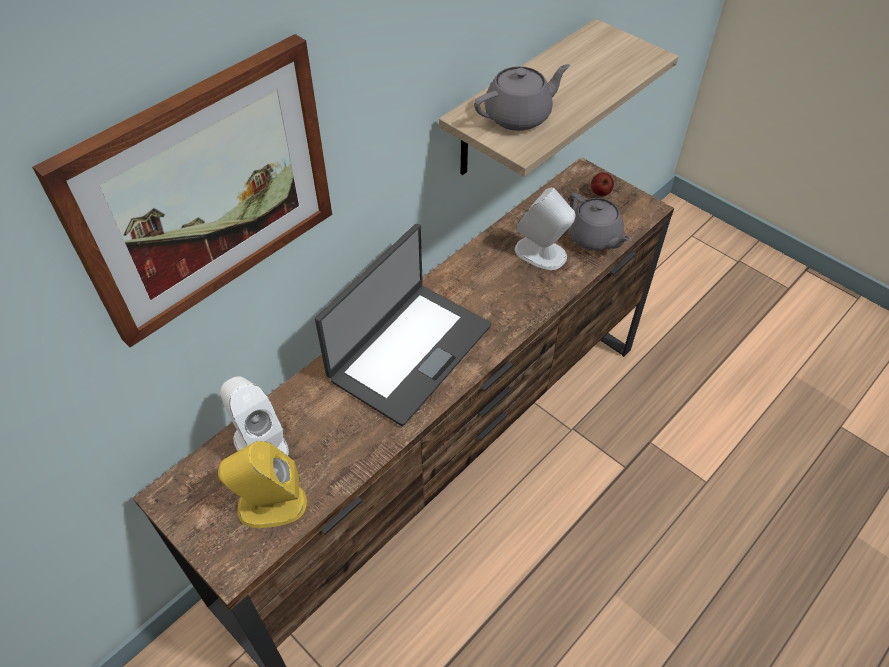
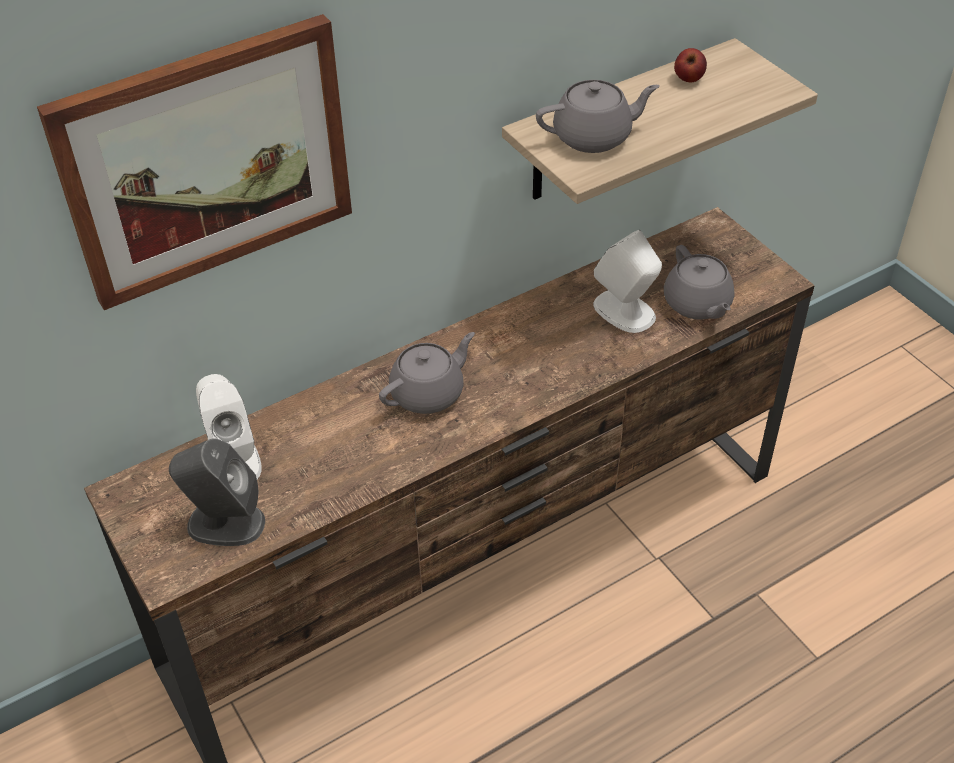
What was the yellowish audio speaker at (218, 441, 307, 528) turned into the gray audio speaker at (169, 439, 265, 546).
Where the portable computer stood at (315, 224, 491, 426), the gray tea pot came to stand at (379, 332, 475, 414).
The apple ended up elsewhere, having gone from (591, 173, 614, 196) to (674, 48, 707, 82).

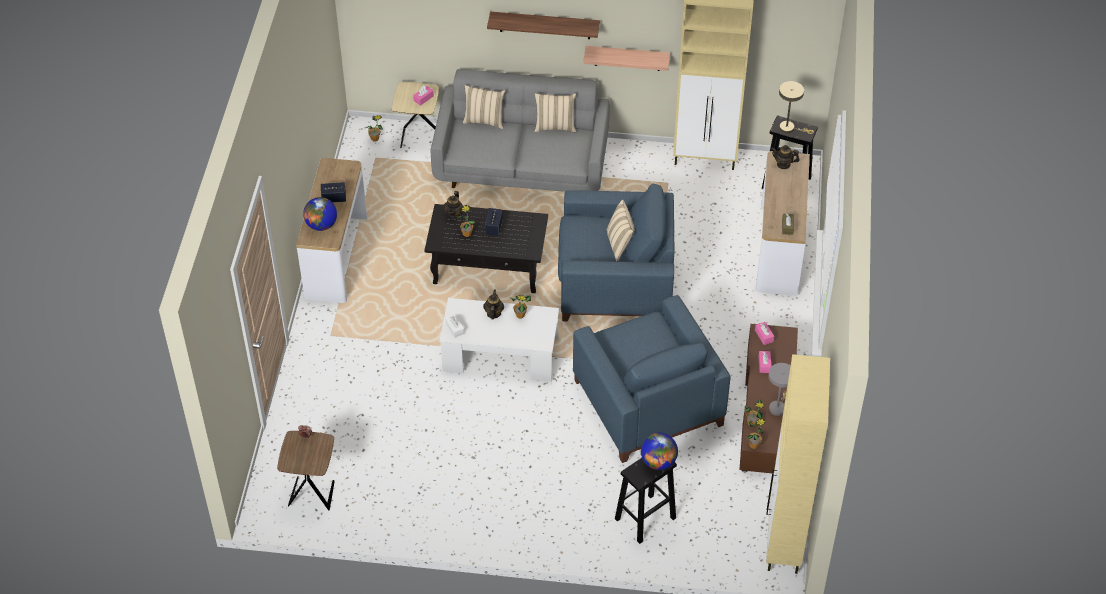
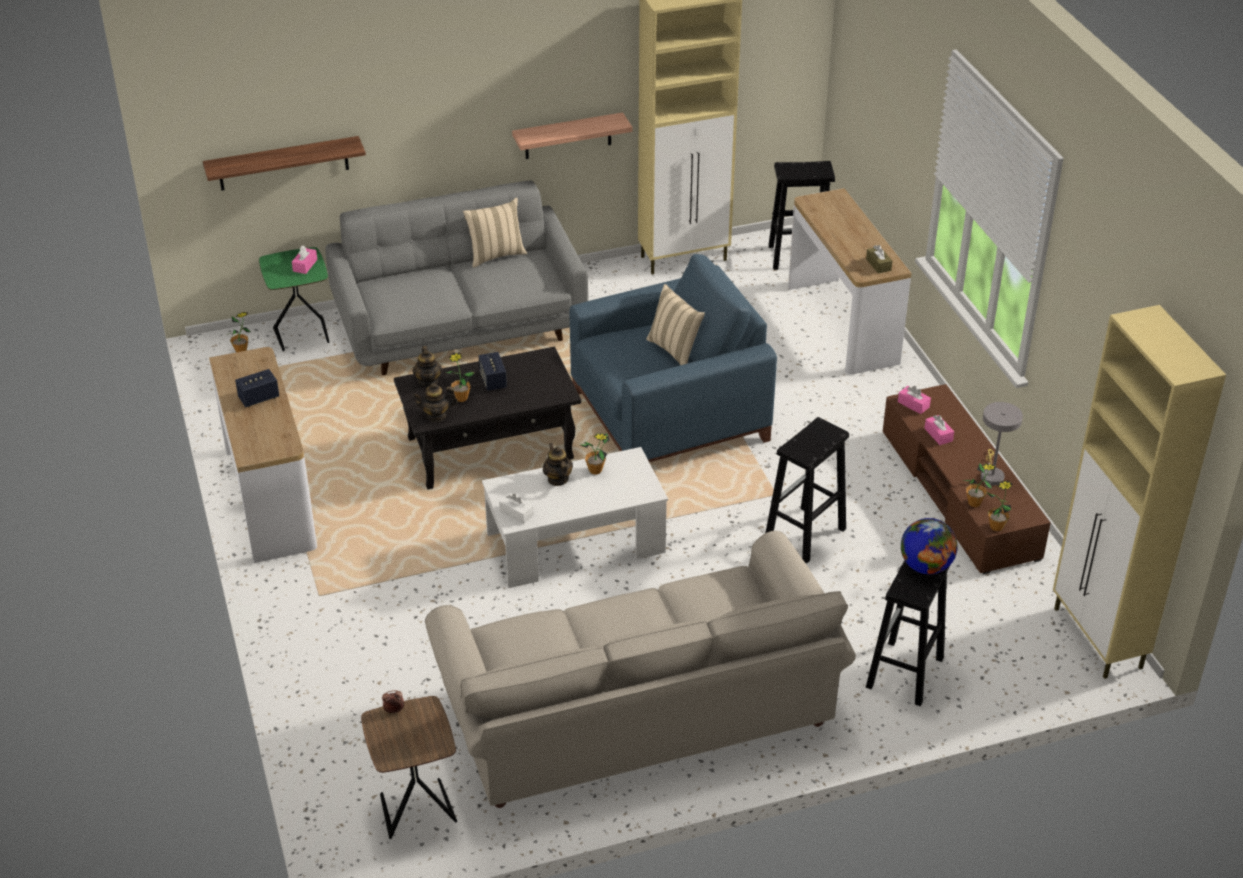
The second view lost the globe at (303, 197, 337, 231).
What was the beige end table at (392, 82, 439, 148) turned into the green-coloured end table at (259, 247, 330, 352).
The second view lost the beige throw pillow at (462, 85, 505, 129).
The wall shelf ended up elsewhere, having gone from (487, 12, 600, 39) to (203, 136, 366, 191).
Where the blue-coloured armchair stood at (573, 295, 731, 463), the blackish sitting stool came to stand at (765, 417, 849, 563).
The tea pot ended up elsewhere, having gone from (771, 145, 800, 169) to (412, 383, 458, 422).
The second view lost the beige table lamp at (779, 81, 814, 134).
The second view gained the beige couch at (425, 531, 856, 808).

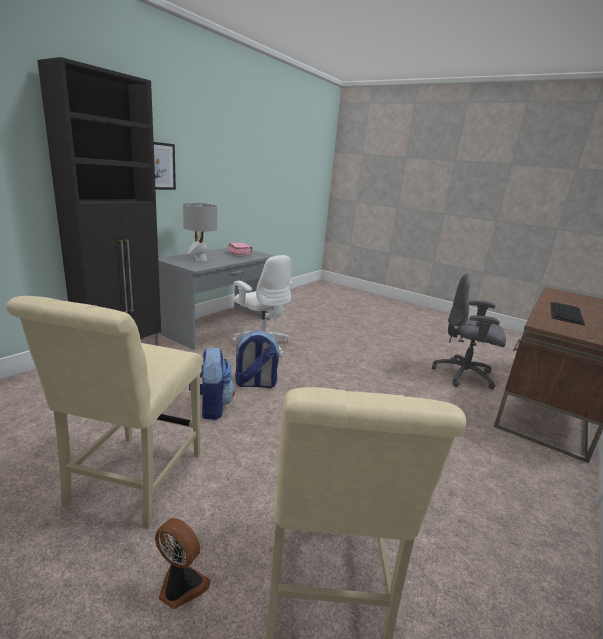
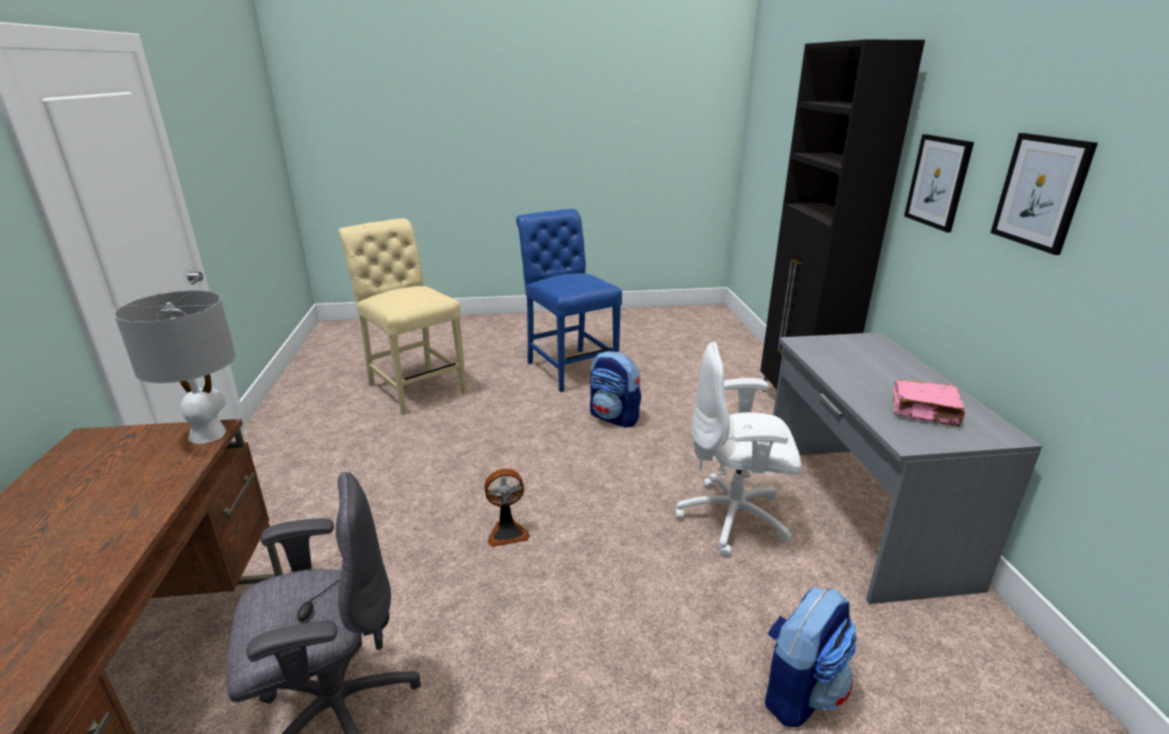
What was the beige upright chair at (6, 296, 202, 529) turned into the blue-coloured upright chair at (516, 209, 622, 392).
The fan ended up elsewhere, having gone from (155, 518, 210, 609) to (484, 469, 530, 547).
The gray table lamp ended up elsewhere, having gone from (183, 203, 218, 261) to (114, 290, 236, 444).
The knapsack ended up elsewhere, having gone from (235, 330, 279, 388) to (765, 587, 857, 728).
The second view lost the PC keyboard at (550, 302, 585, 326).
The second view gained the picture at (990, 133, 1098, 255).

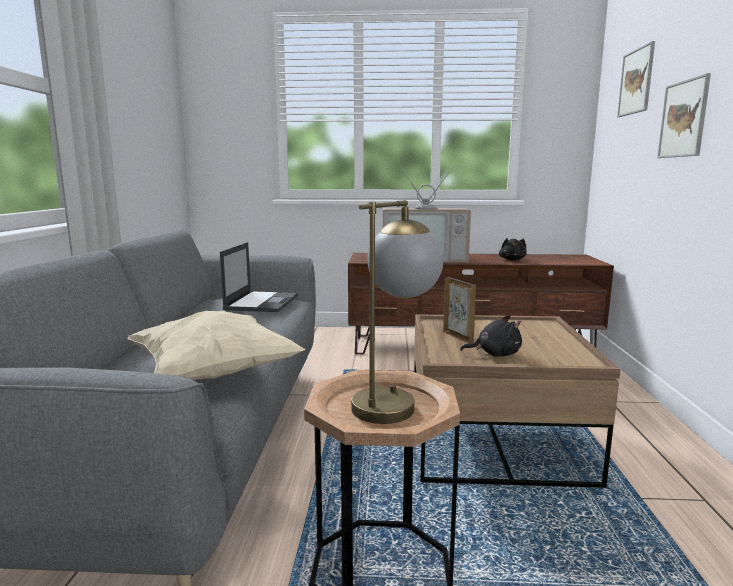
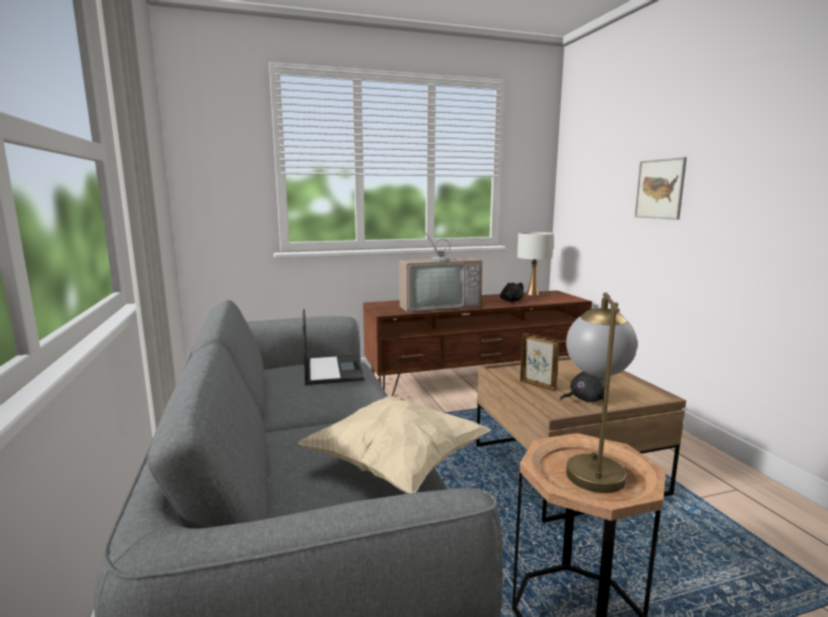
The second view lost the picture at (617, 41, 655, 117).
The second view gained the whitish table lamp at (517, 232, 554, 295).

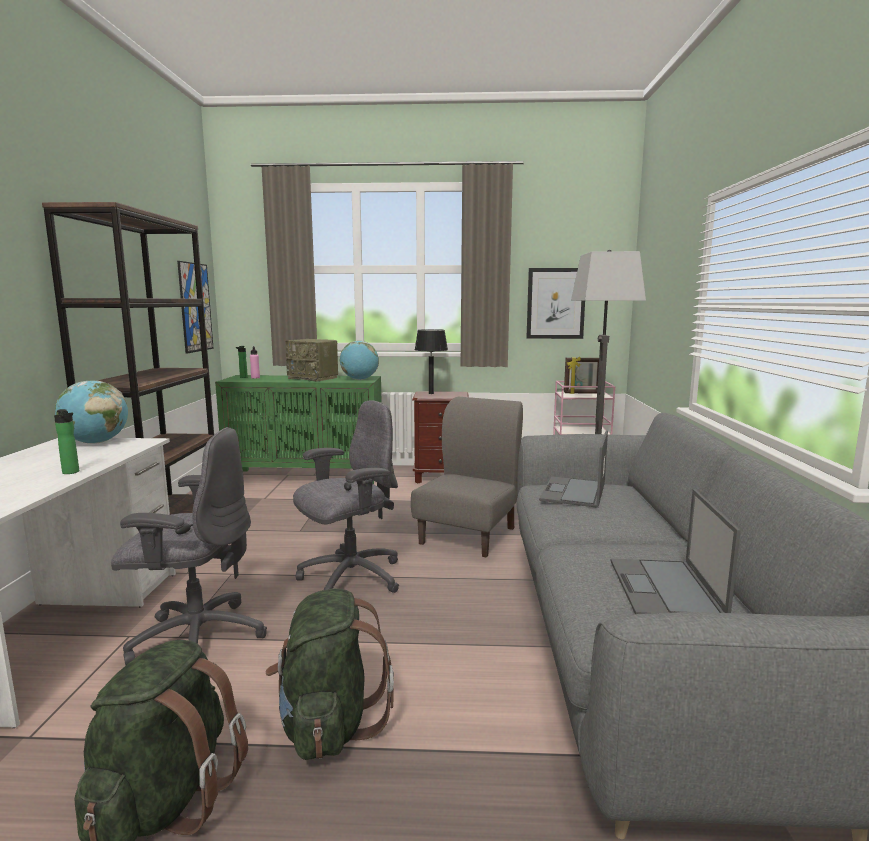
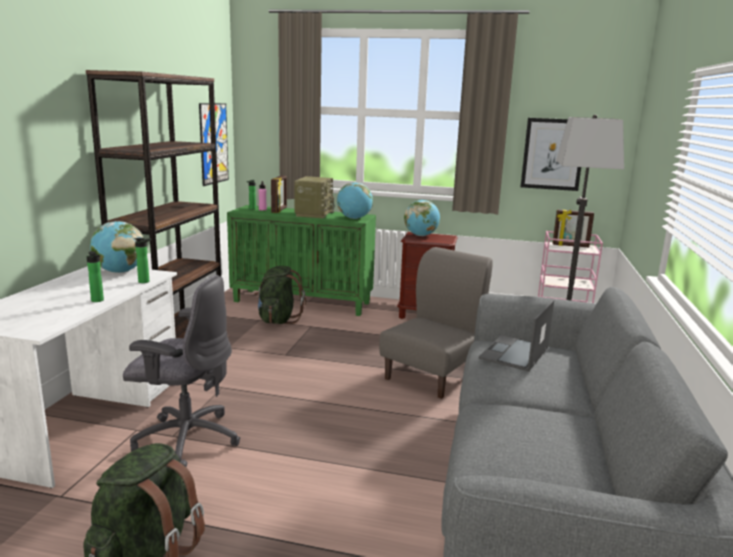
The green-coloured knapsack ended up elsewhere, having gone from (266, 589, 394, 760) to (254, 266, 306, 324).
The radio at (285, 339, 338, 382) ended up facing another way, 120 degrees counterclockwise from before.
The second view lost the gray office chair at (293, 400, 399, 593).
Where the blackish table lamp stood at (415, 329, 448, 394), the globe came to stand at (404, 200, 440, 236).
The second view lost the portable computer at (611, 489, 741, 614).
The second view gained the bottle at (134, 238, 151, 283).
The second view gained the picture frame at (271, 176, 287, 213).

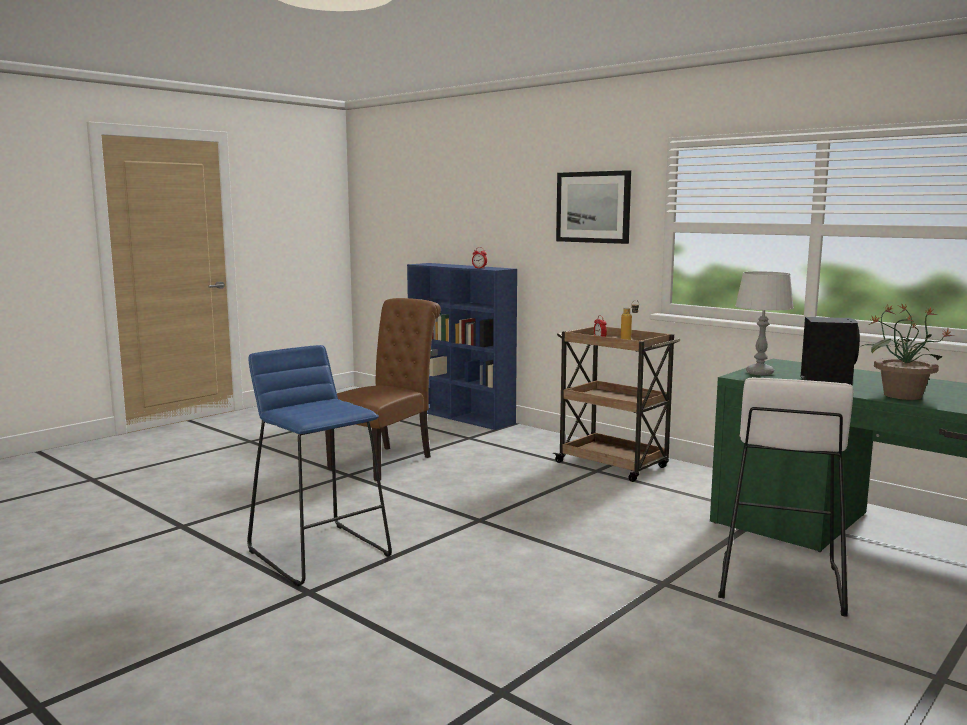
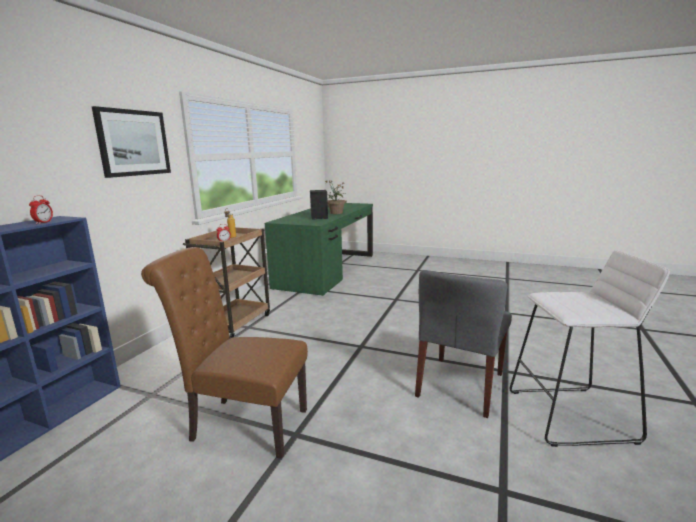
Where the blue-coloured sitting stool stood at (247, 345, 392, 586), the gray upright chair came to stand at (415, 270, 512, 418).
The whitish sitting stool ended up elsewhere, having gone from (718, 377, 853, 617) to (509, 250, 670, 447).
The second view lost the gray table lamp at (735, 271, 794, 375).

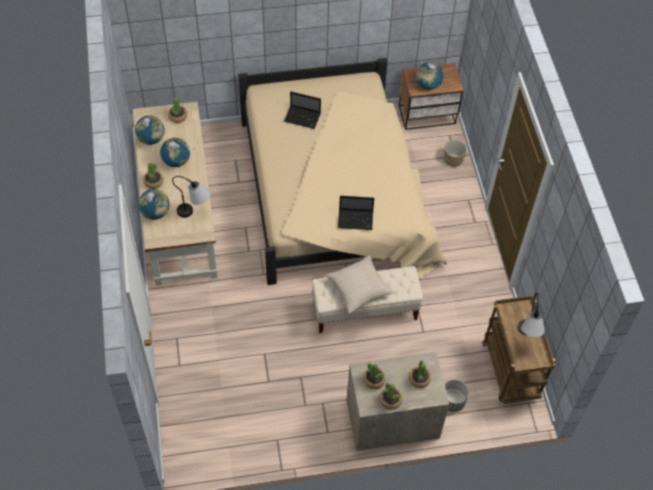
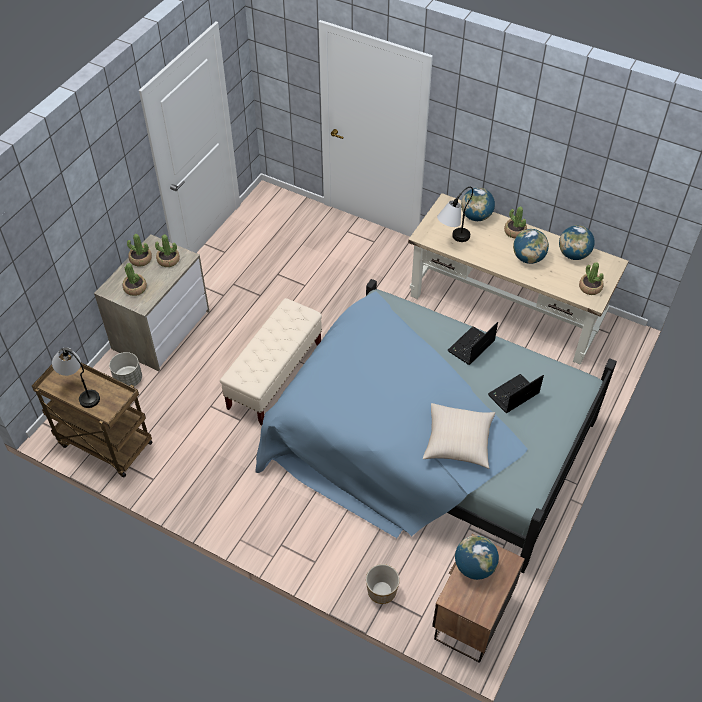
What was the beige bed at (238, 58, 447, 285) turned into the blue-coloured bed at (255, 279, 617, 573).
The beige throw pillow ended up elsewhere, having gone from (325, 255, 395, 314) to (423, 403, 495, 469).
The portable computer ended up elsewhere, having gone from (338, 196, 374, 230) to (448, 322, 498, 365).

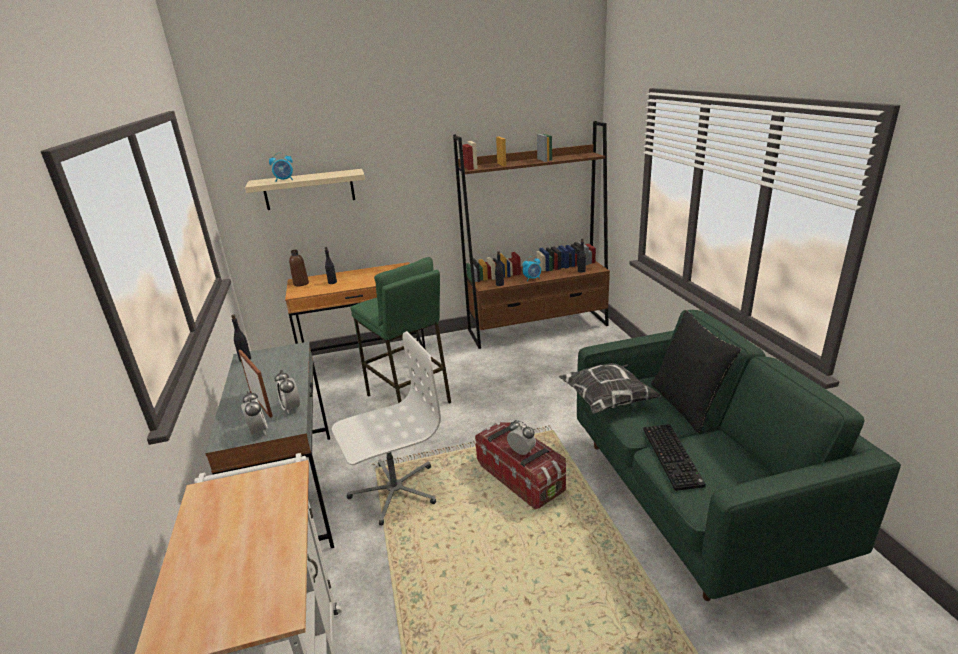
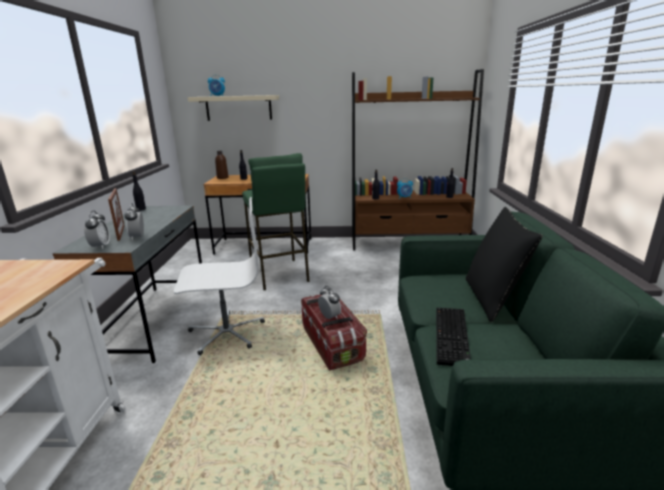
The second view lost the throw pillow at (559, 363, 661, 413).

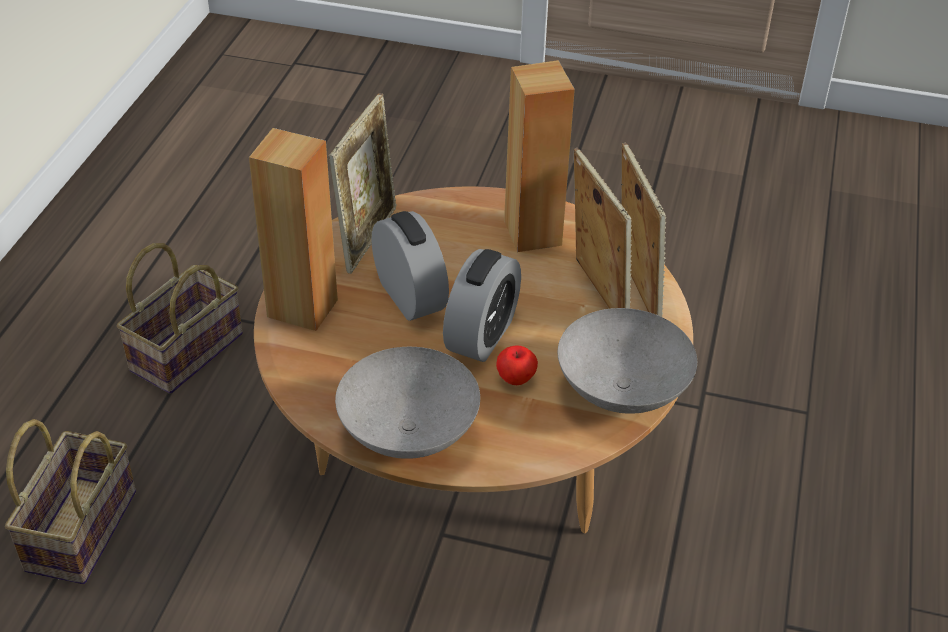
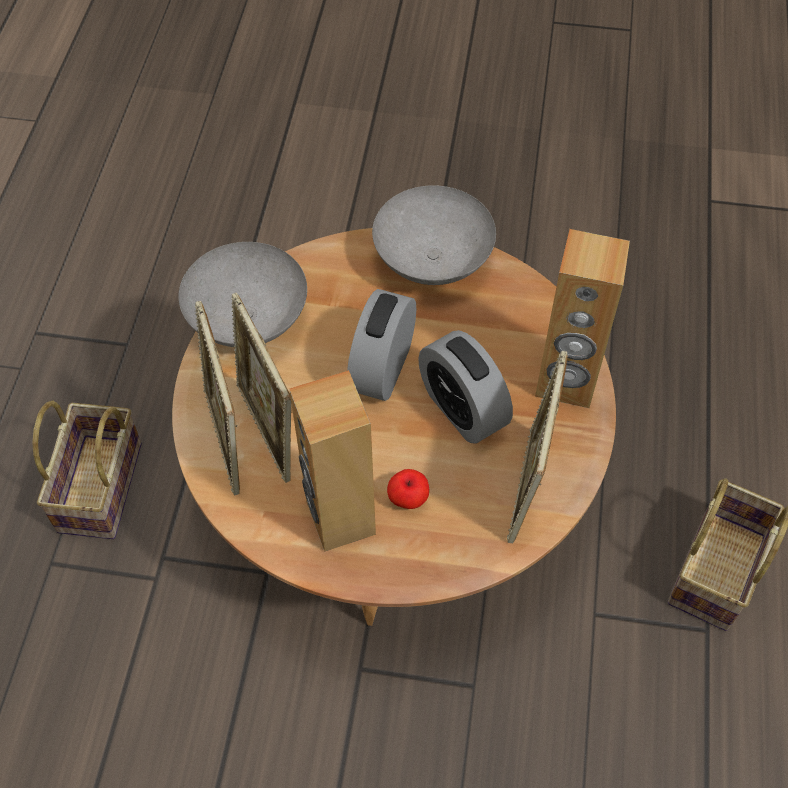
The basket ended up elsewhere, having gone from (5, 419, 136, 584) to (32, 401, 142, 539).
The apple ended up elsewhere, having gone from (496, 345, 538, 385) to (387, 469, 429, 509).

